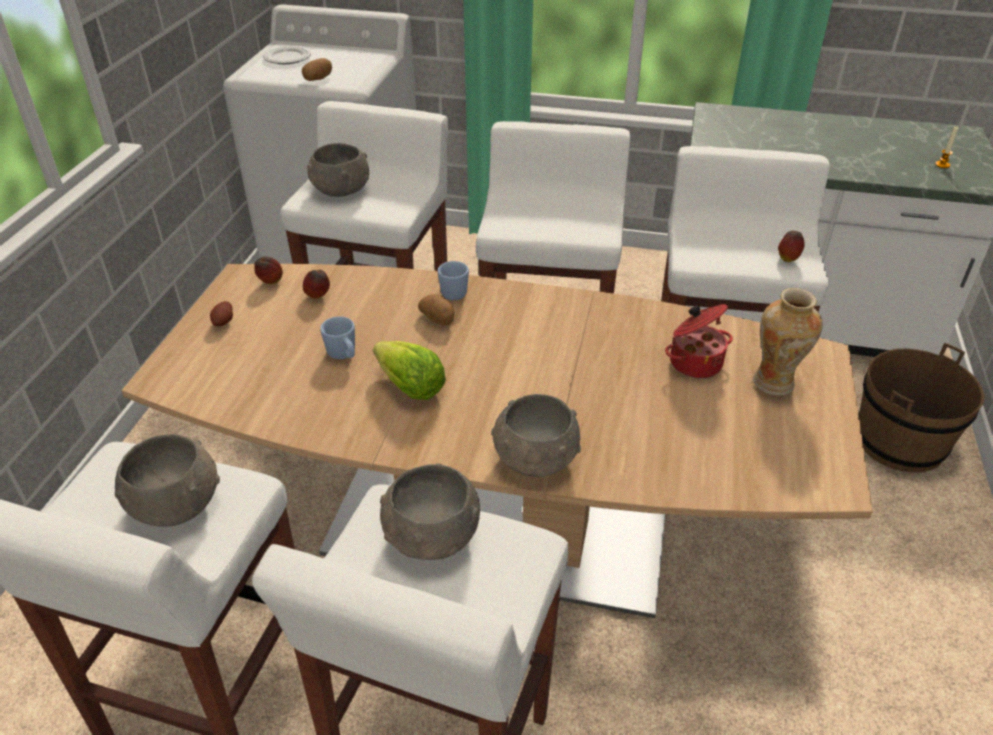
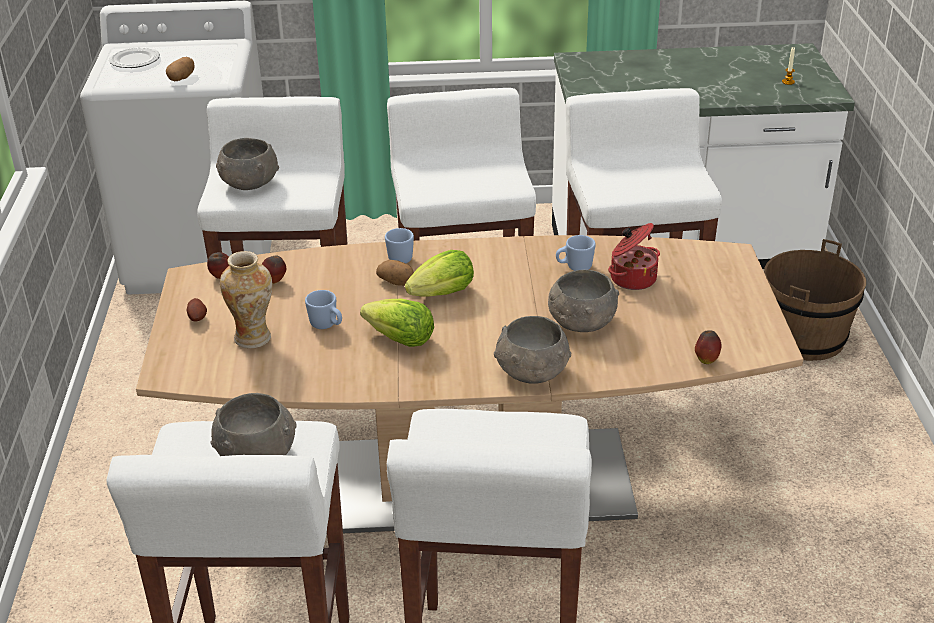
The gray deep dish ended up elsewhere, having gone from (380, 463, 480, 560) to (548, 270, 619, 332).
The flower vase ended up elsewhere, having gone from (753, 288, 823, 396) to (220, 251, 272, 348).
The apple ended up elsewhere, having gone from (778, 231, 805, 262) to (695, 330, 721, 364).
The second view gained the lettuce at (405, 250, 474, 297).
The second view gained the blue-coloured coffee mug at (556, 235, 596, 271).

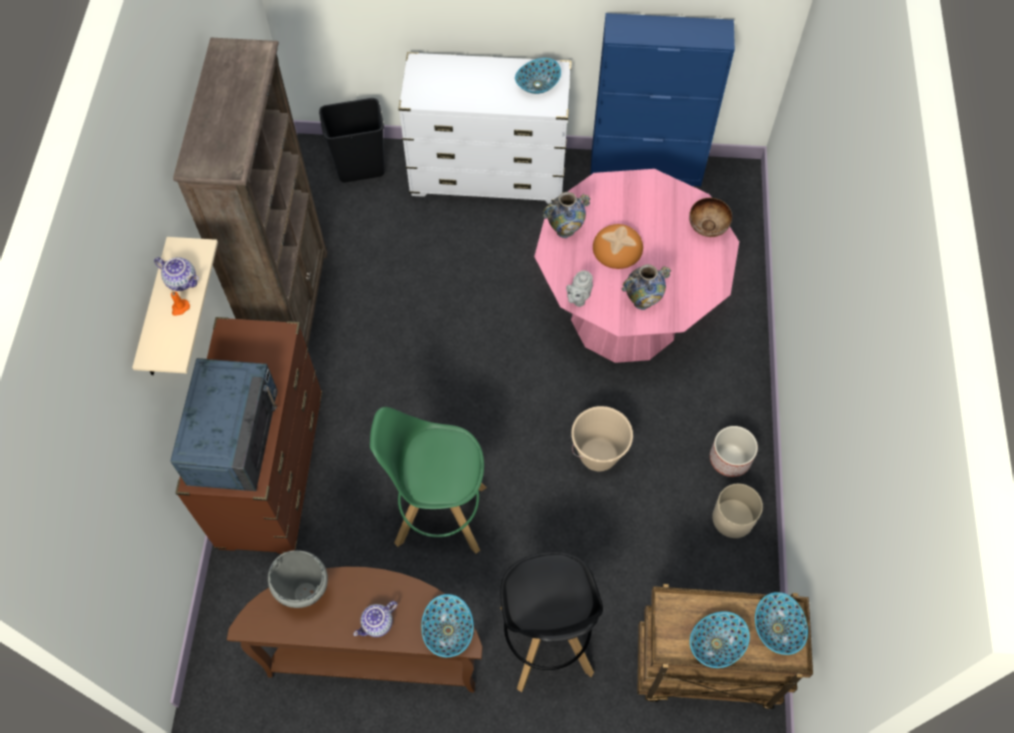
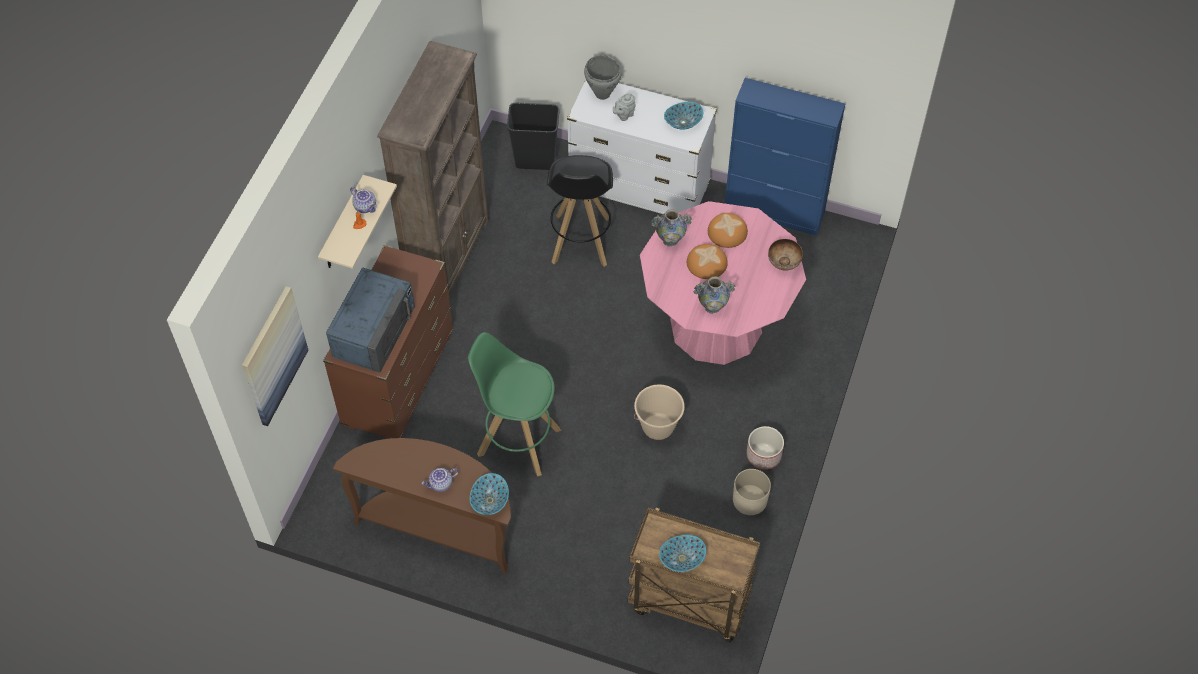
The gray saucepot ended up elsewhere, having gone from (268, 550, 328, 608) to (584, 55, 621, 100).
The blackish sitting stool ended up elsewhere, having gone from (500, 552, 603, 692) to (547, 155, 613, 267).
The gray tea pot ended up elsewhere, having gone from (566, 270, 593, 307) to (613, 93, 636, 121).
The second view lost the deep dish at (755, 592, 808, 655).
The second view gained the picture at (242, 286, 308, 426).
The second view gained the bread at (708, 213, 748, 248).

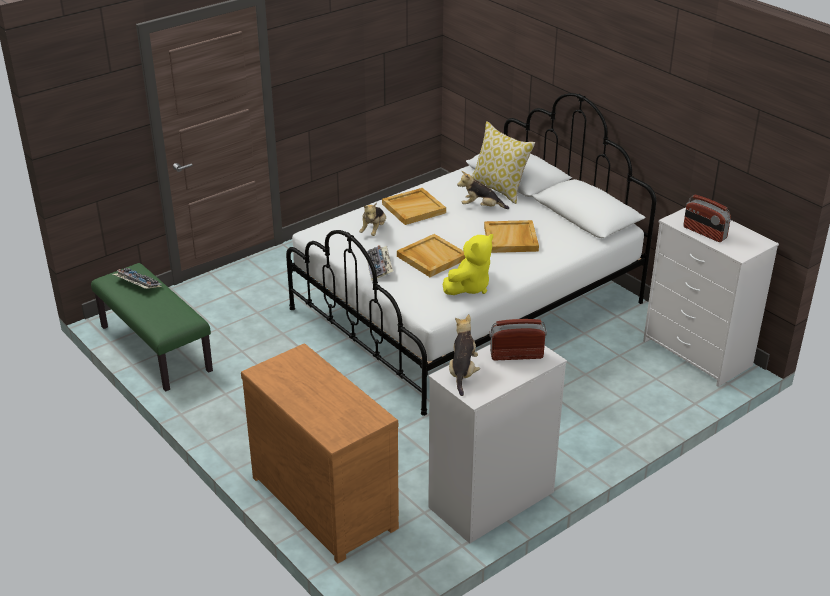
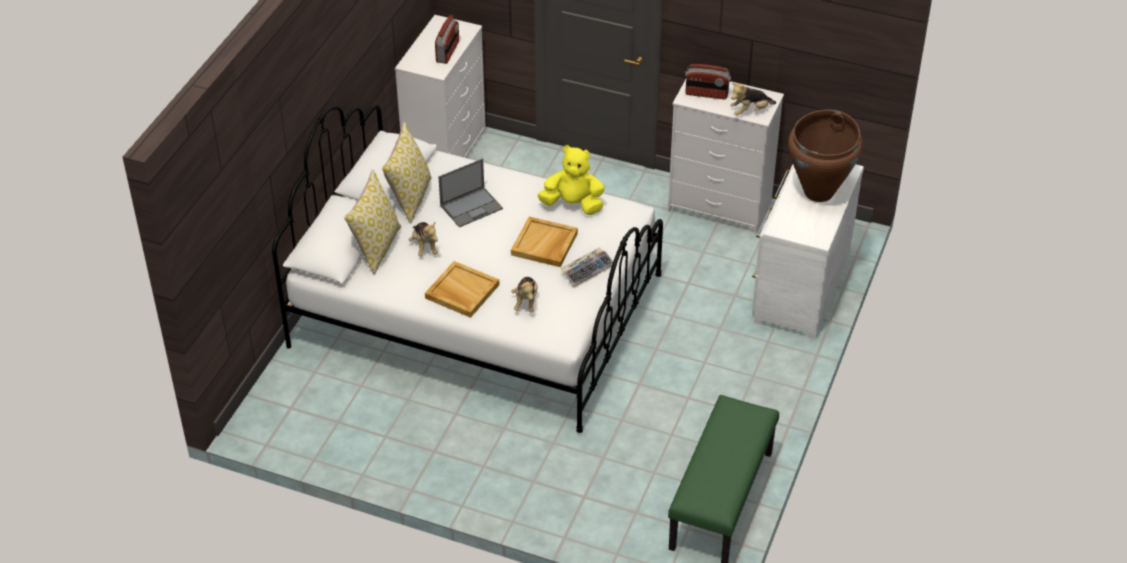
The second view lost the PC keyboard at (113, 268, 162, 289).
What was the brown-coloured dresser at (241, 343, 399, 563) turned into the whitish dresser at (752, 164, 864, 340).
The cuddly toy at (359, 203, 386, 236) ended up facing another way, 105 degrees clockwise from before.
Where the beige tray stood at (484, 220, 539, 253), the portable computer came to stand at (438, 159, 503, 227).
The radio at (489, 319, 547, 360) ended up facing another way, 45 degrees counterclockwise from before.
The second view gained the throw pillow at (382, 122, 432, 223).
The second view gained the brown-coloured flower vase at (788, 110, 863, 202).

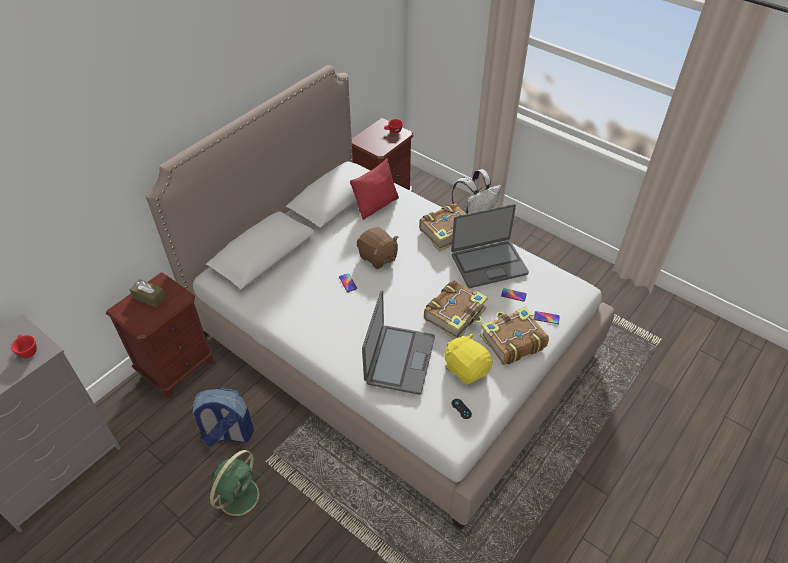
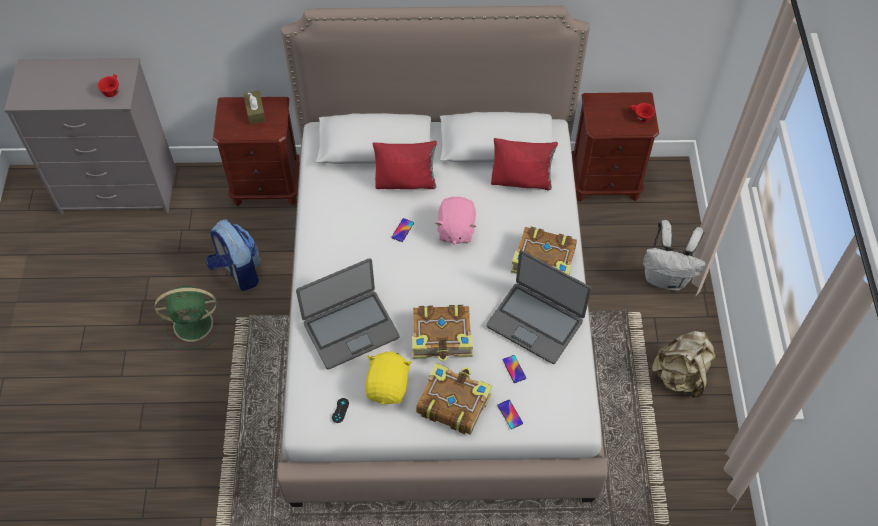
What was the brown-coloured cuddly toy at (357, 227, 398, 269) turned into the pink-coloured cuddly toy at (435, 197, 477, 245).
The second view gained the reddish throw pillow at (372, 140, 437, 189).
The second view gained the beige knapsack at (652, 331, 716, 398).

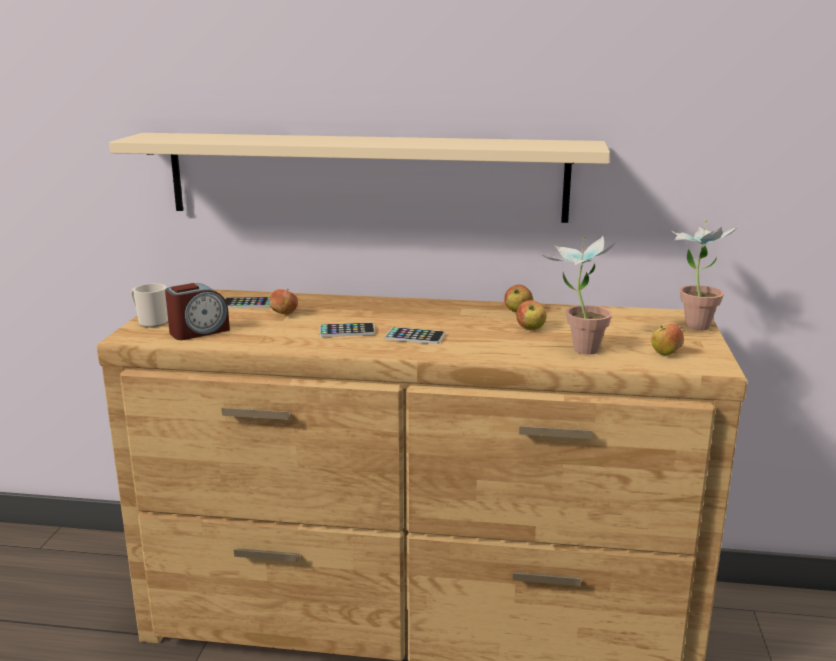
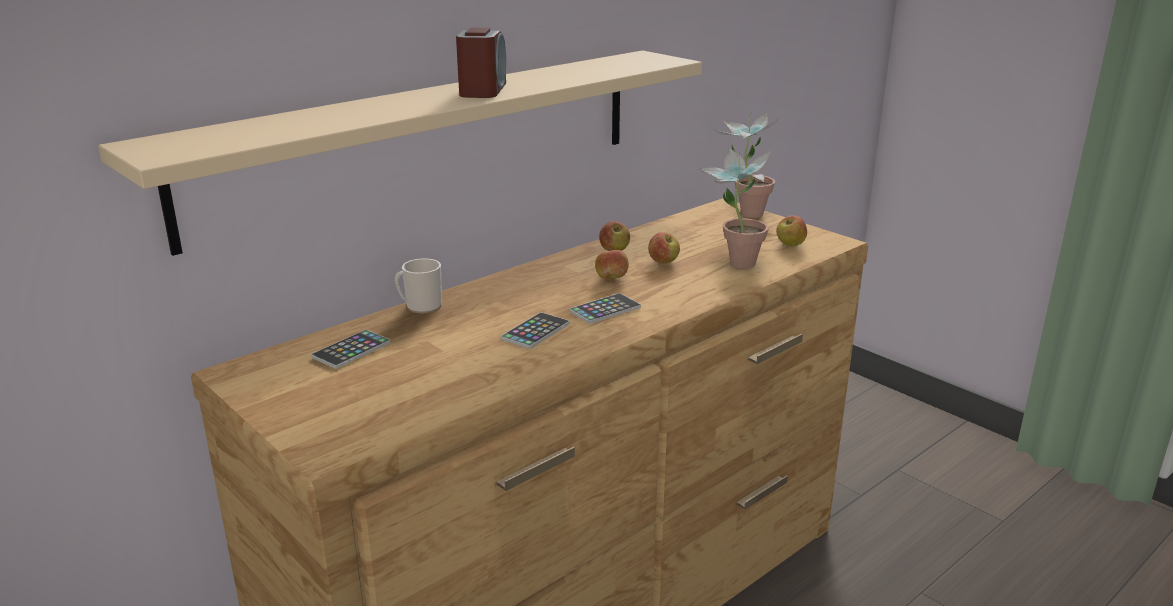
The coffee mug ended up elsewhere, having gone from (131, 284, 168, 328) to (395, 258, 442, 313).
The alarm clock ended up elsewhere, having gone from (165, 283, 230, 340) to (456, 28, 506, 98).
The apple ended up elsewhere, having gone from (269, 289, 298, 315) to (595, 248, 629, 279).

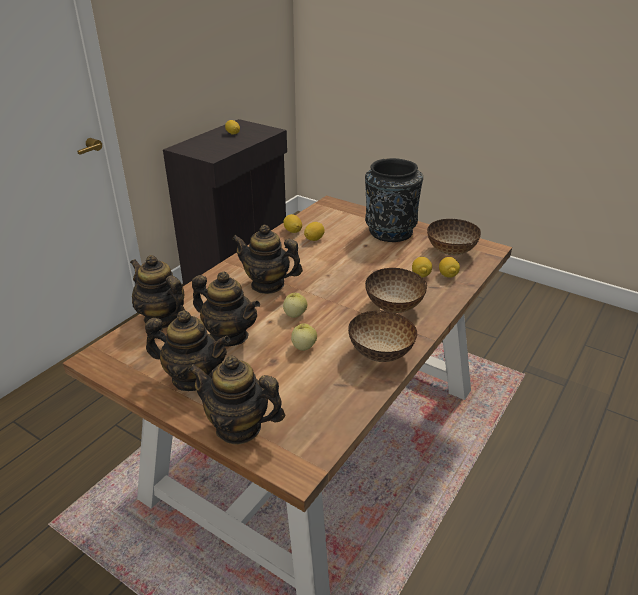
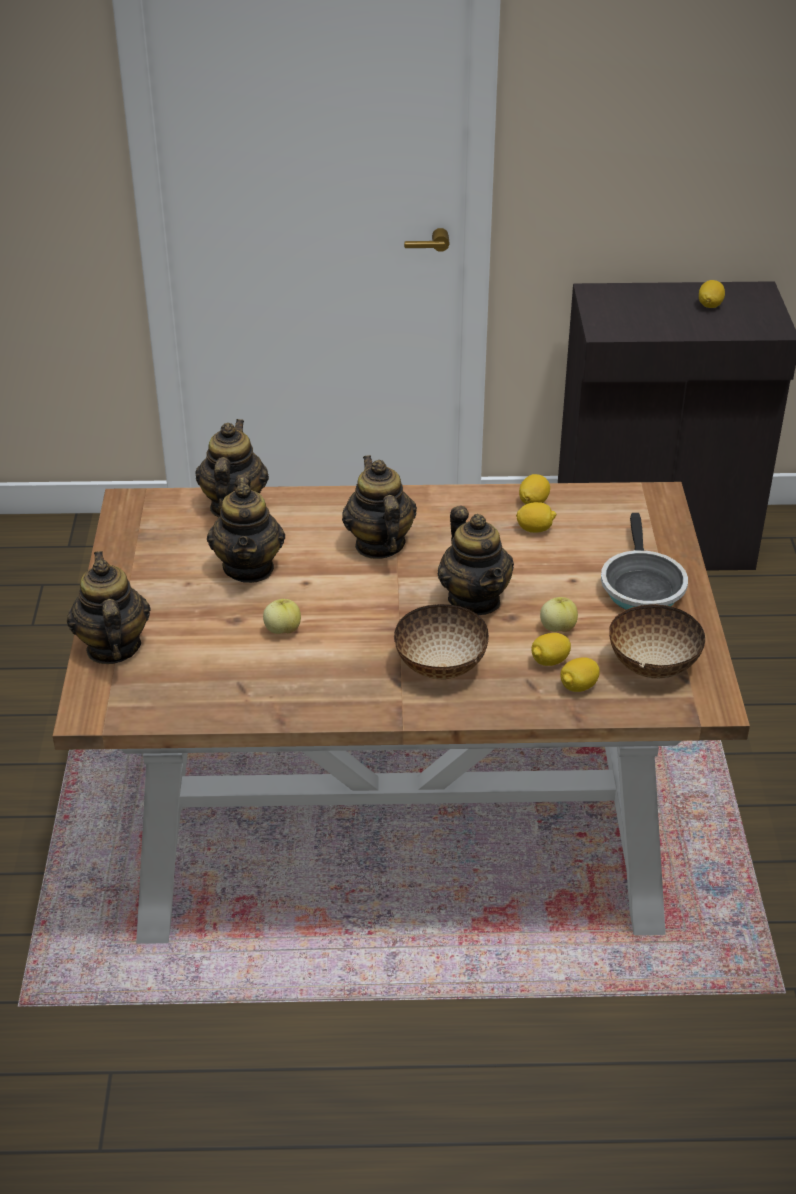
The tea pot ended up elsewhere, having gone from (145, 310, 230, 391) to (438, 506, 514, 615).
The apple ended up elsewhere, having gone from (283, 293, 307, 318) to (540, 597, 578, 632).
The second view lost the deep dish at (348, 310, 418, 362).
Where the blackish flower vase stood at (365, 158, 423, 242), the skillet came to stand at (601, 513, 688, 610).

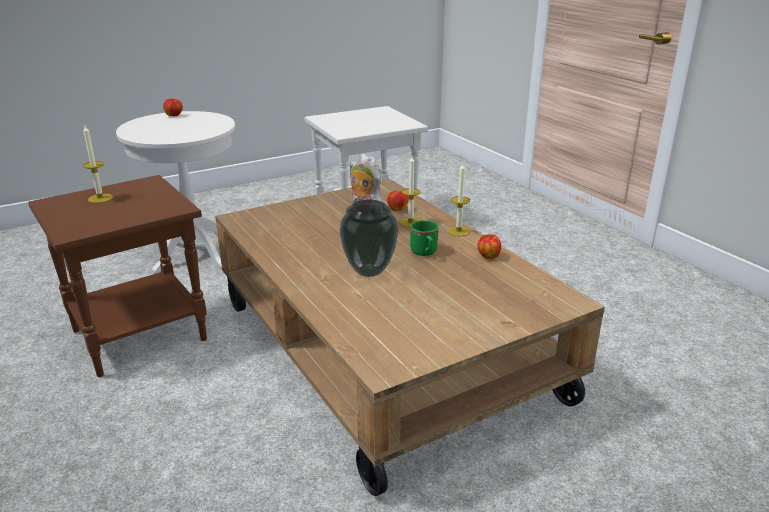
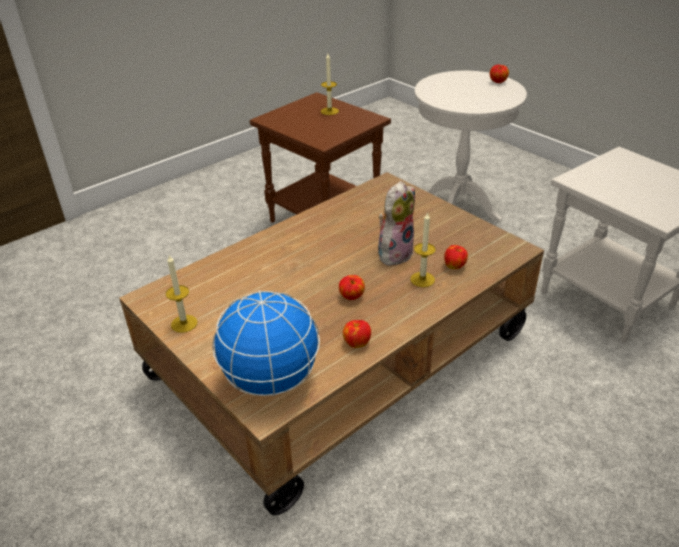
The second view lost the flower vase at (340, 200, 398, 277).
Where the green-coloured coffee mug stood at (410, 220, 439, 256), the apple came to stand at (339, 275, 365, 300).
The wax light ended up elsewhere, having gone from (448, 163, 470, 236) to (166, 255, 198, 333).
The second view gained the globe at (212, 290, 320, 396).

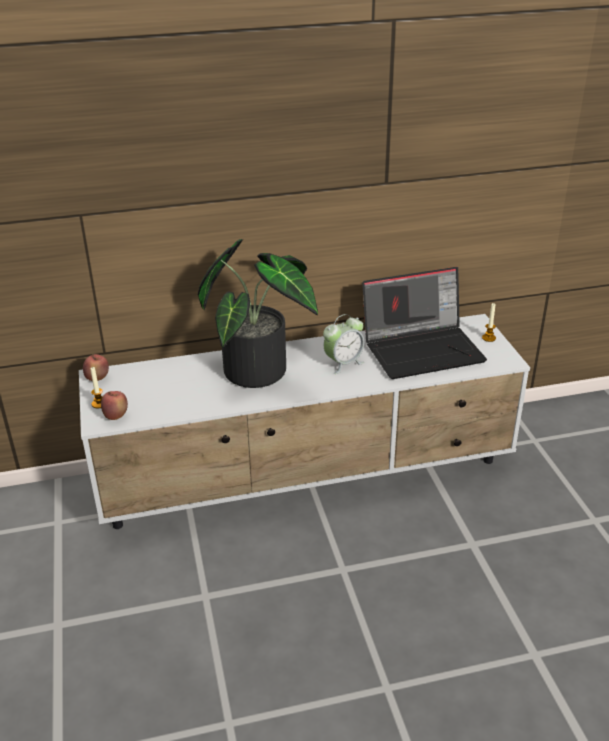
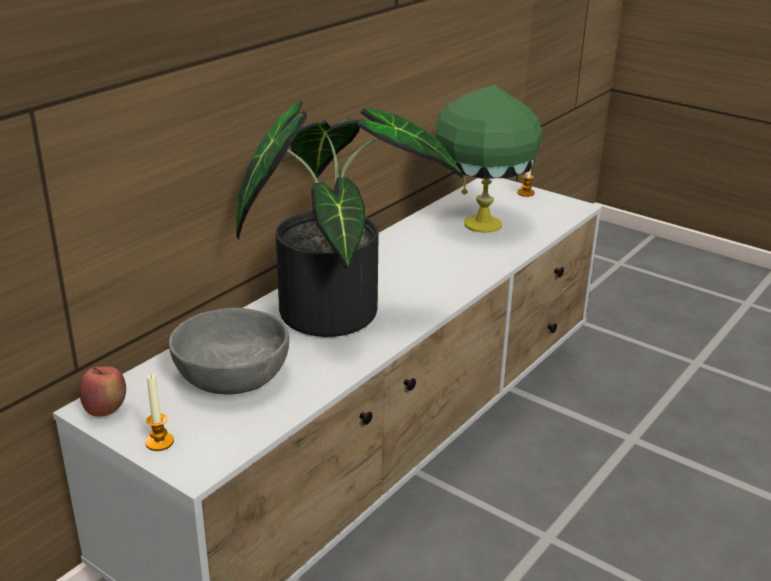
The second view lost the apple at (101, 391, 128, 420).
The second view lost the alarm clock at (323, 314, 364, 374).
Where the portable computer stood at (362, 267, 487, 379), the green-coloured table lamp came to stand at (435, 85, 542, 233).
The second view gained the gray deep dish at (169, 308, 289, 395).

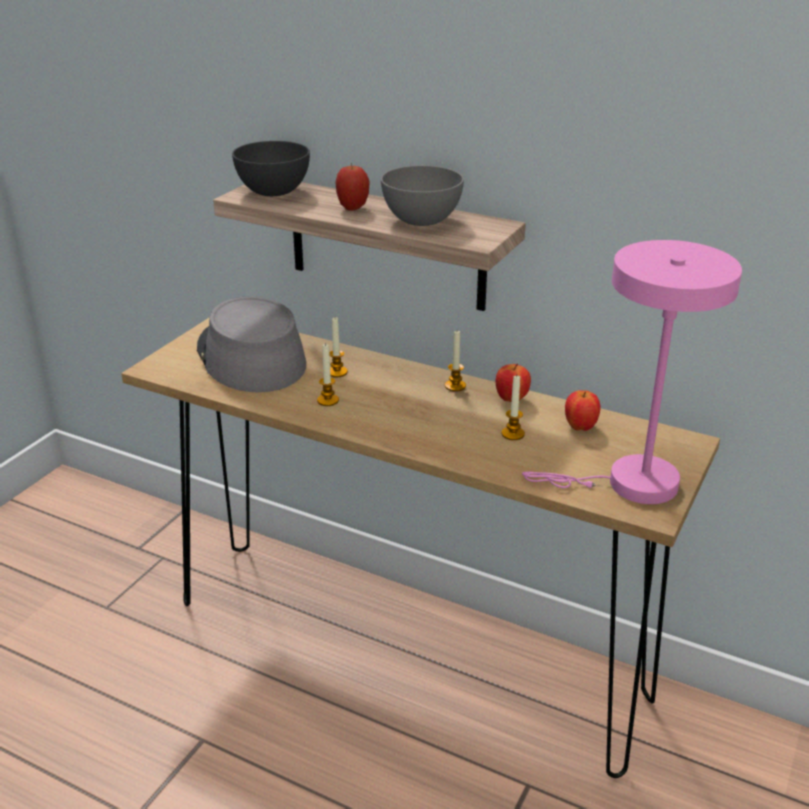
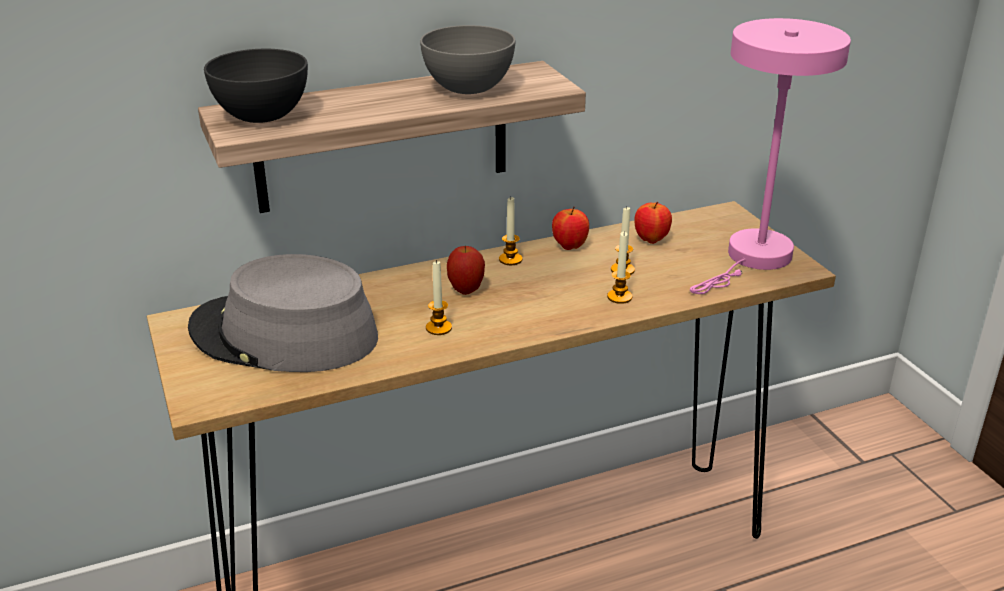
The wax light ended up elsewhere, having gone from (329, 317, 348, 377) to (607, 232, 632, 304).
The apple ended up elsewhere, having gone from (335, 163, 370, 211) to (447, 246, 485, 295).

